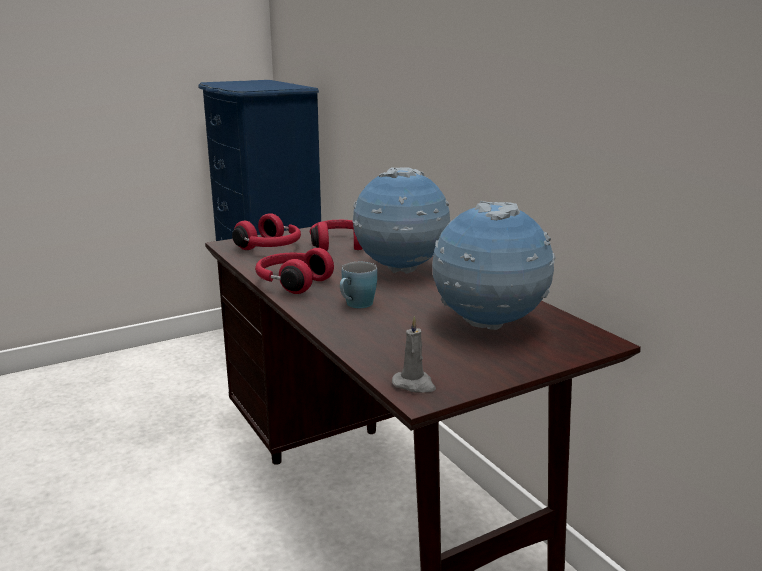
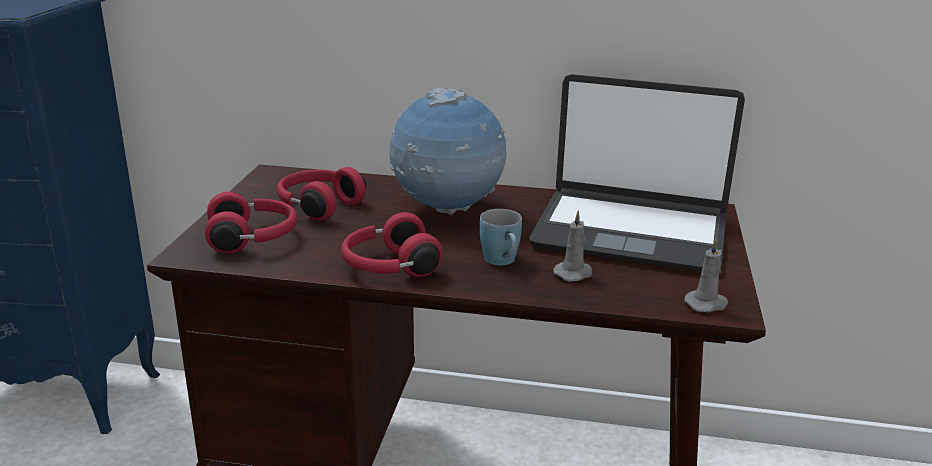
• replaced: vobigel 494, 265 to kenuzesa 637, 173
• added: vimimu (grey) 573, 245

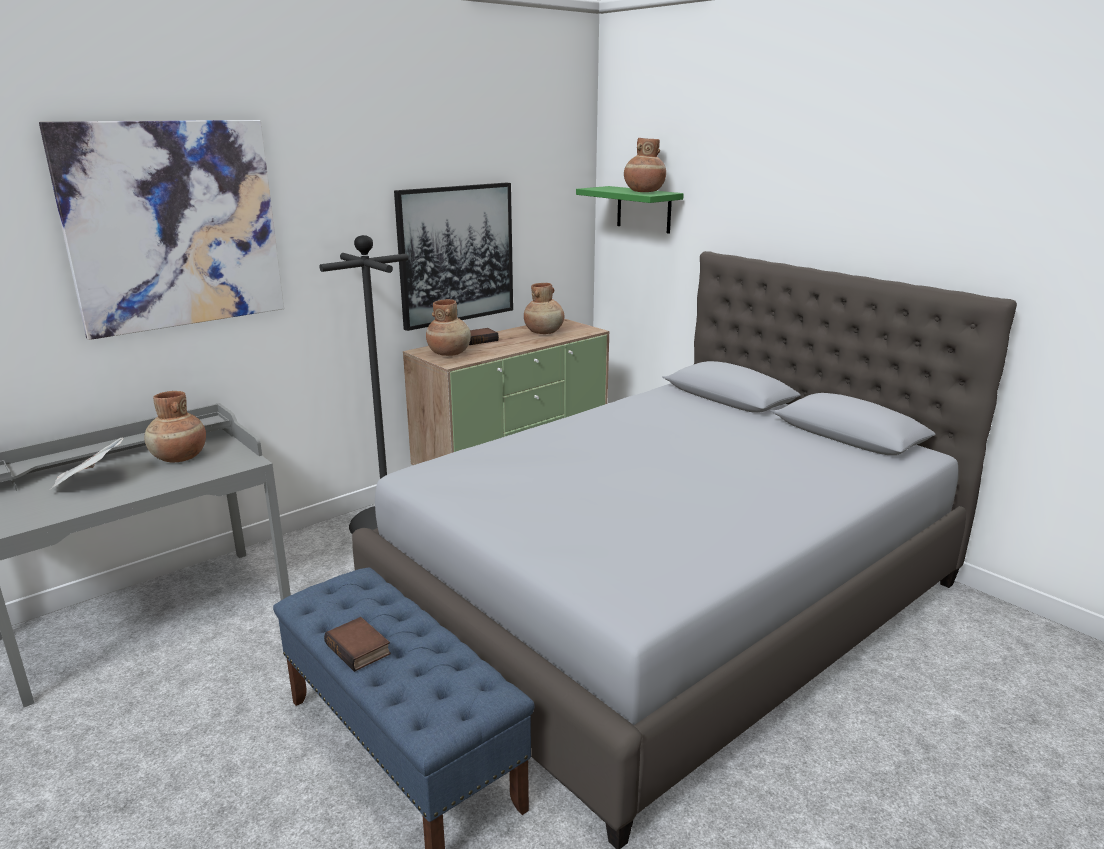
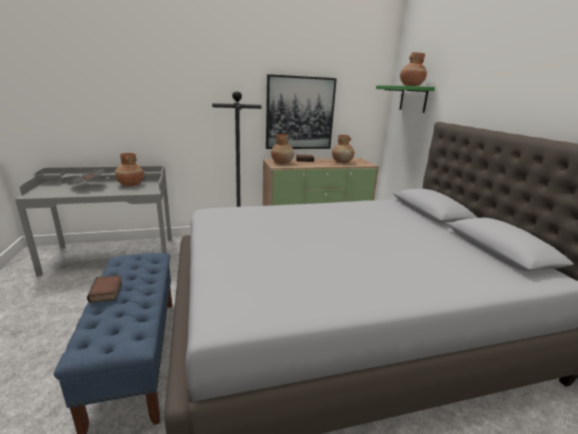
• removed: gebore 161, 230

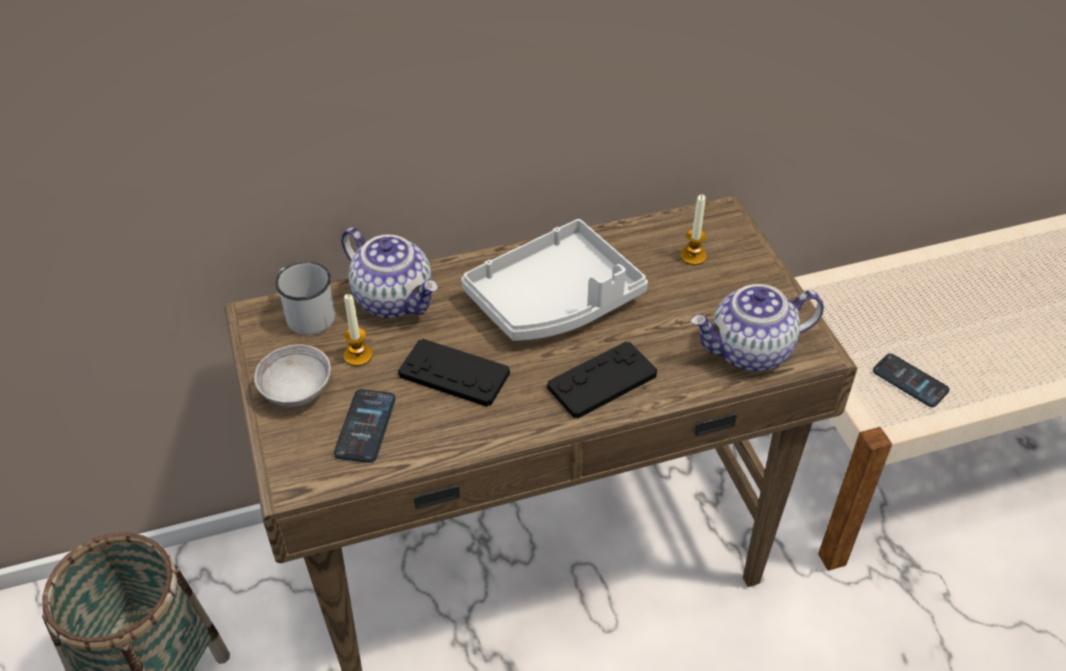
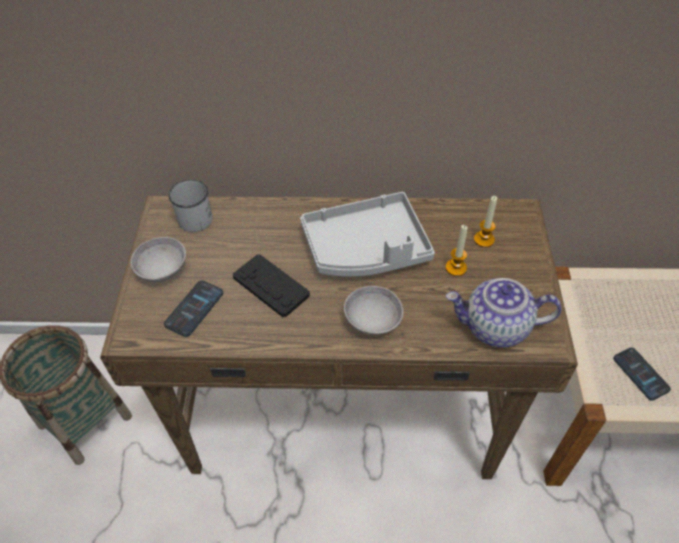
• replaced: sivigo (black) 602, 380 to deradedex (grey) 374, 310
• moved: vimimu 358, 330 to 456, 250
• removed: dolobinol 389, 272

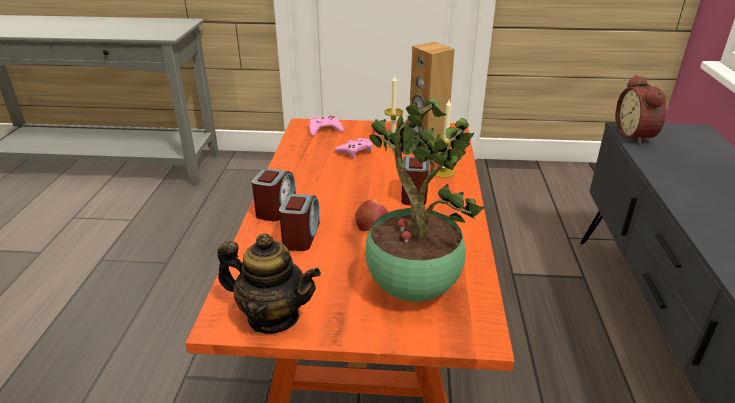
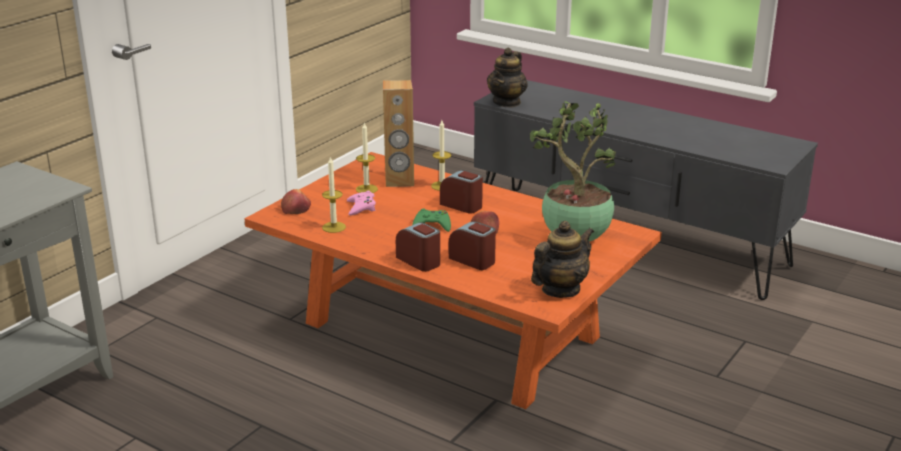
• replaced: sivigo (pink) 326, 125 to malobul 296, 201
• added: vimimu 334, 195
• added: sivigo (green) 431, 220
• replaced: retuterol 641, 110 to dolobinol 507, 77

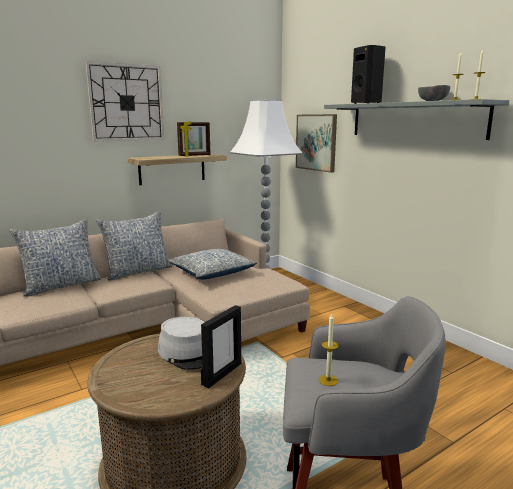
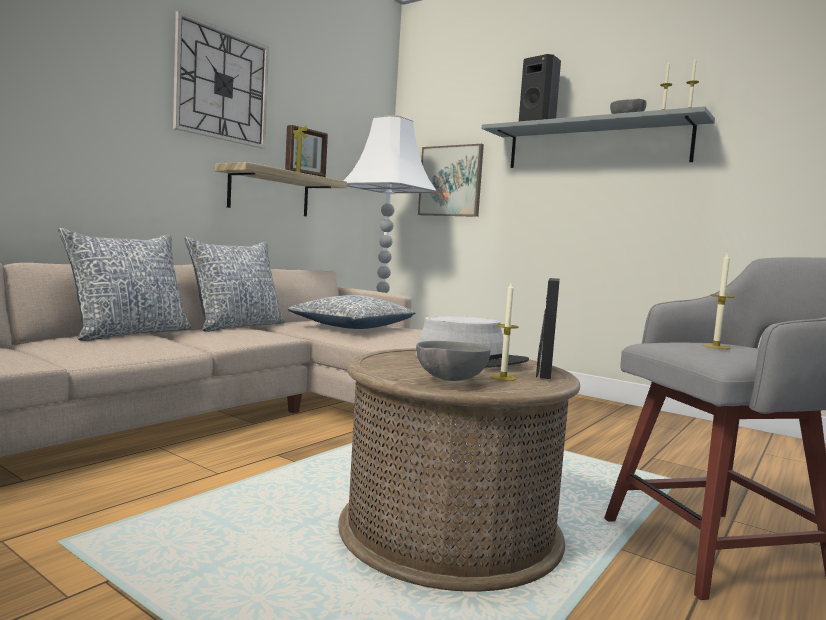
• added: deradedex (grey) 453, 361
• added: vimimu 505, 331

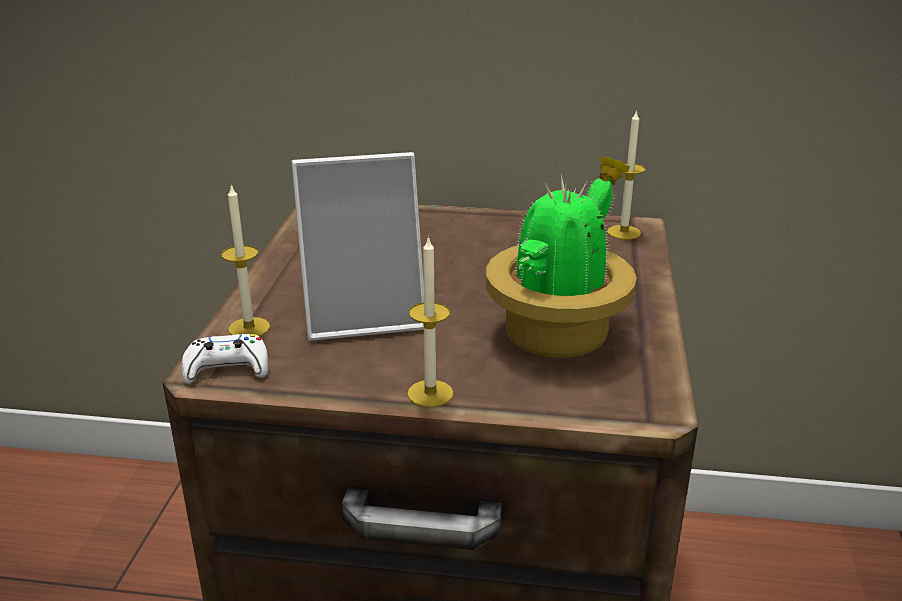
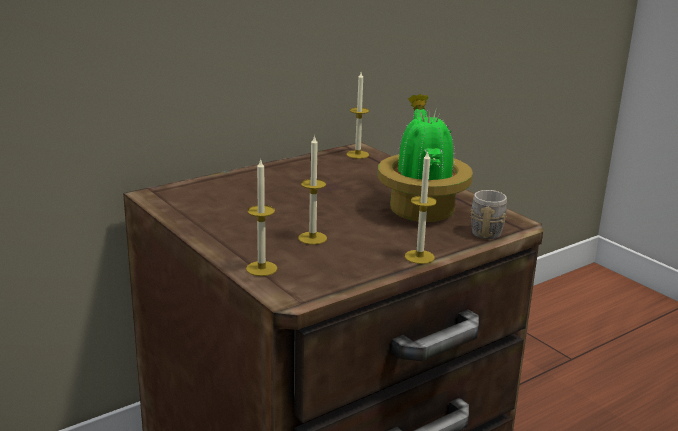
• replaced: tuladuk 357, 246 to vimimu 312, 190
• added: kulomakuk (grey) 488, 214
• removed: sivigo (white) 225, 359

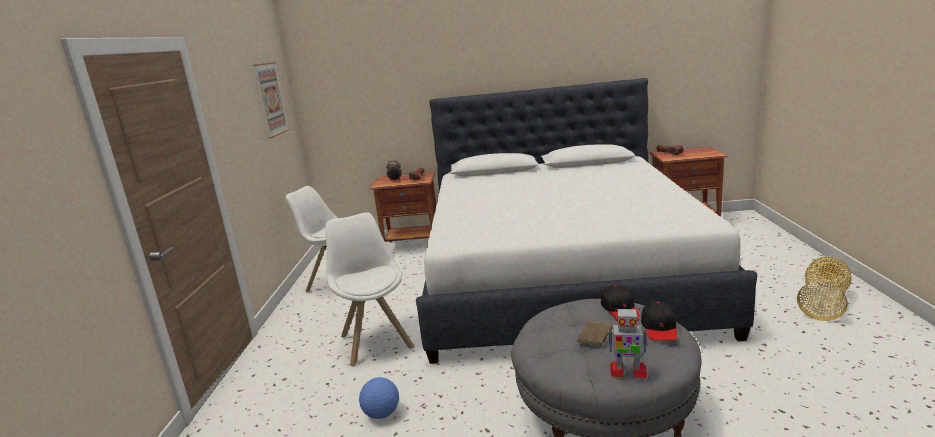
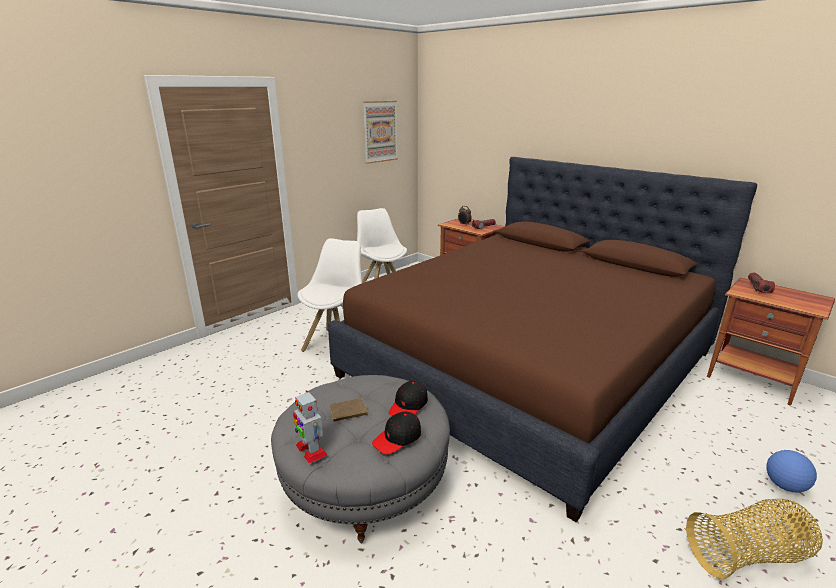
• recoloured: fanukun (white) 586, 221 to fanukun (brown) 542, 339
• moved: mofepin 379, 398 to 791, 471

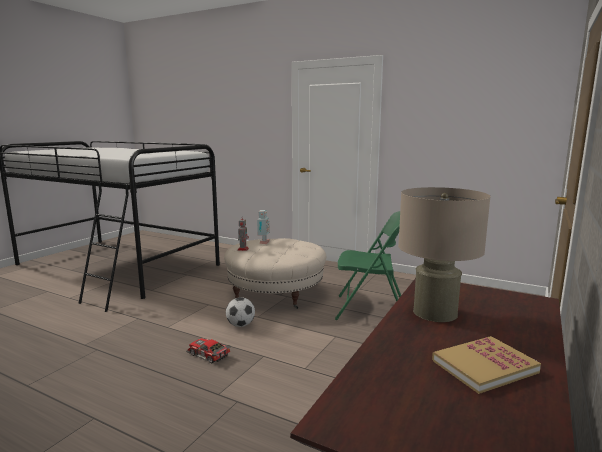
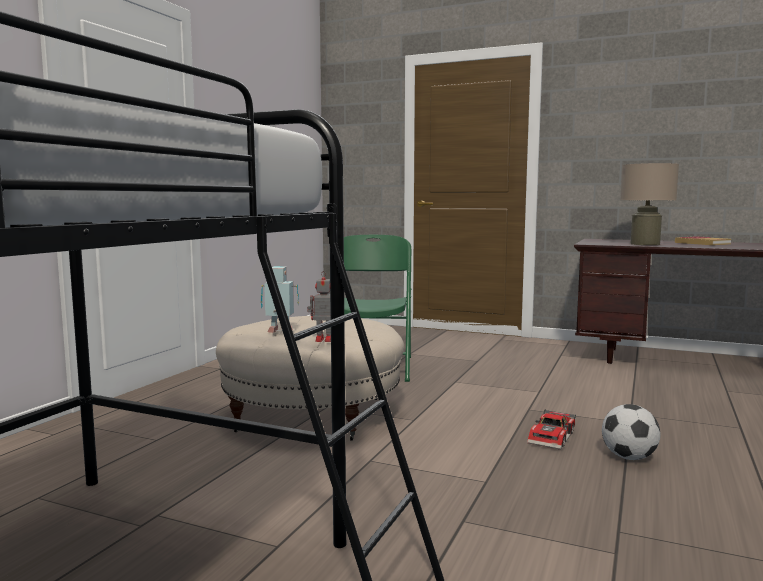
• moved: mofepin 240, 312 to 631, 432

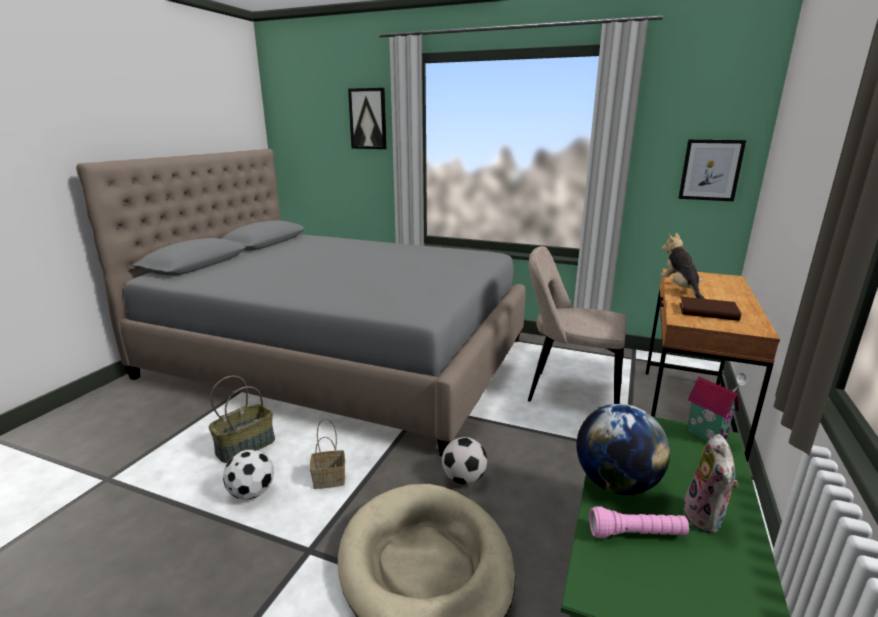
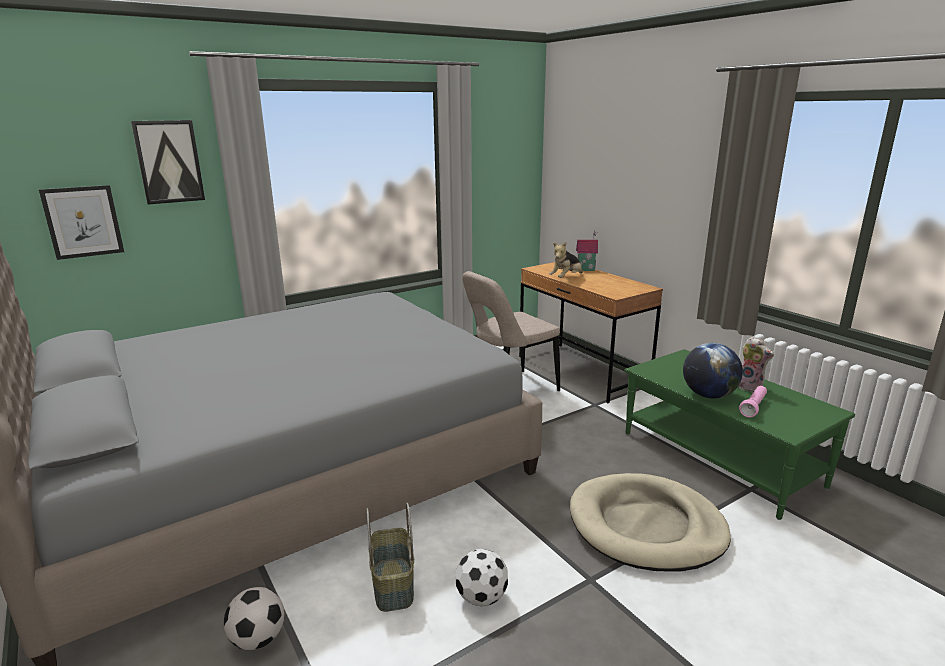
• moved: gebore 712, 170 to 81, 222
• moved: mofepin 464, 460 to 254, 618
• turned: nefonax 683, 266 = 566, 260 75 degrees counterclockwise
• moved: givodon 717, 407 to 587, 250
• removed: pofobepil 327, 454
• removed: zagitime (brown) 710, 309

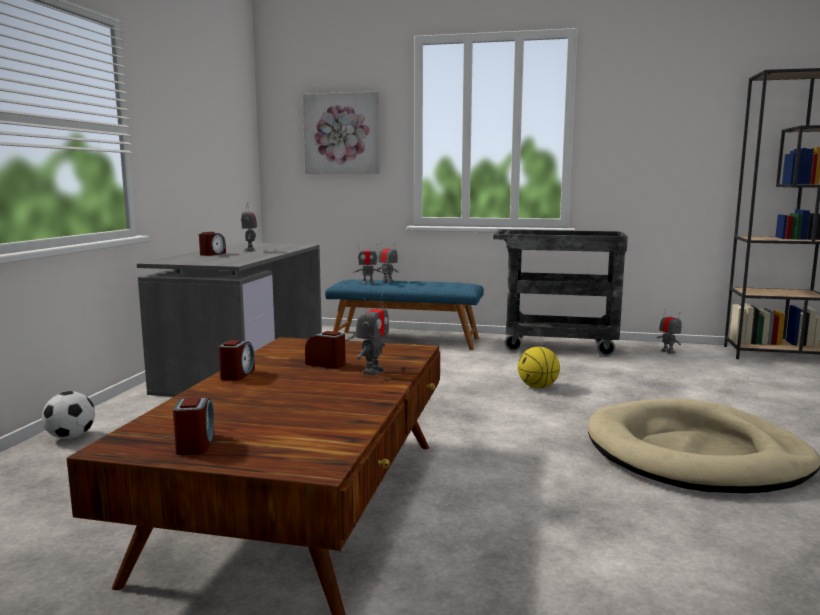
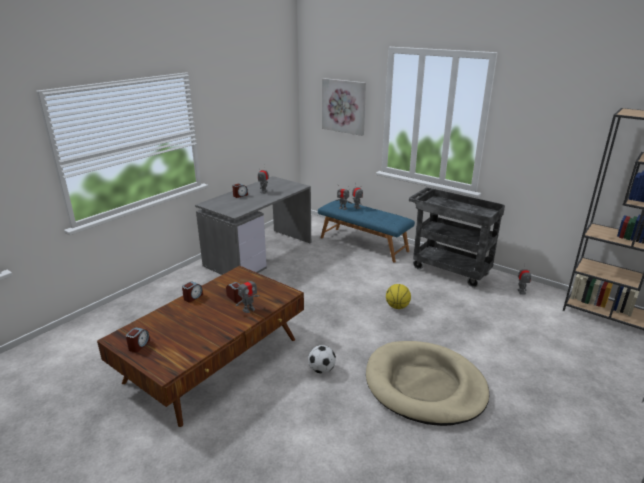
• moved: mofepin 68, 415 to 322, 359

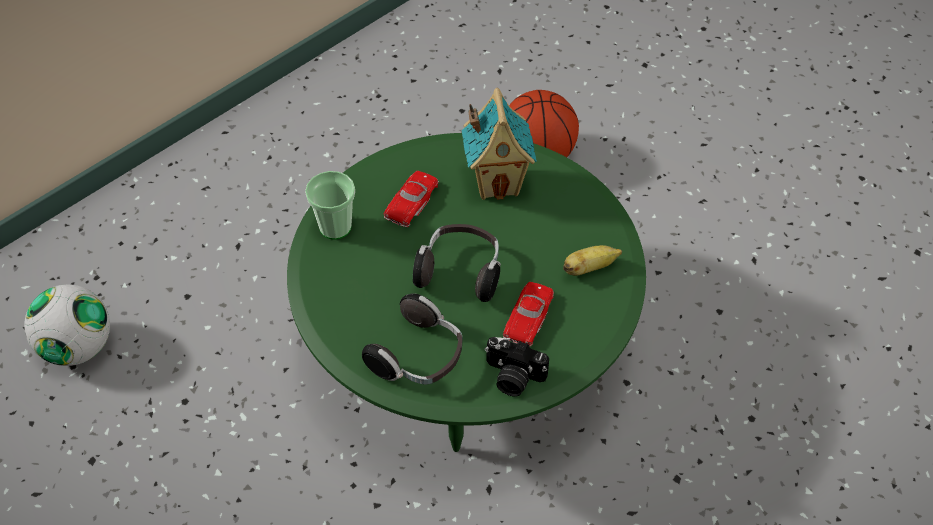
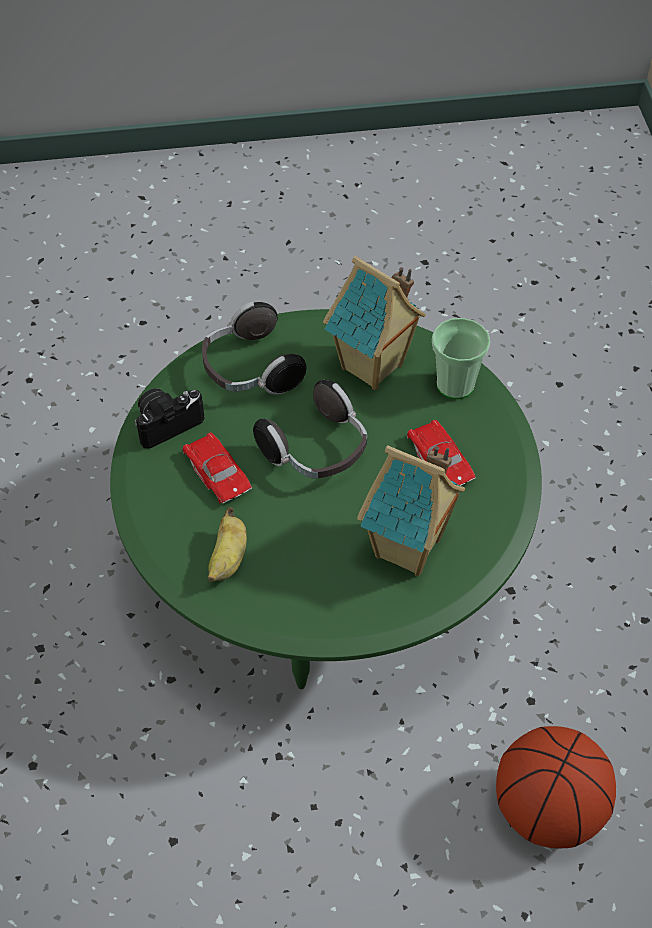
• added: givodon 374, 323
• removed: mofepin 67, 325

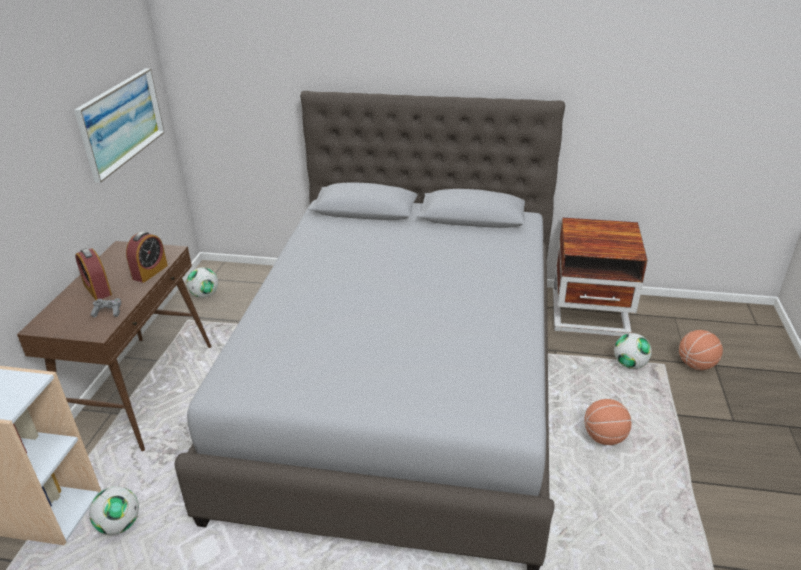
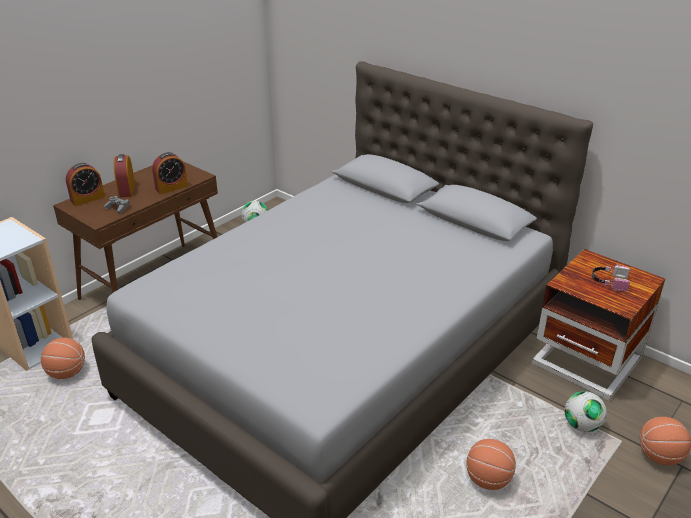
• replaced: mofepin 114, 510 to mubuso 63, 358
• added: retuterol 85, 184
• added: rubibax 611, 277
• removed: gebore 119, 125

